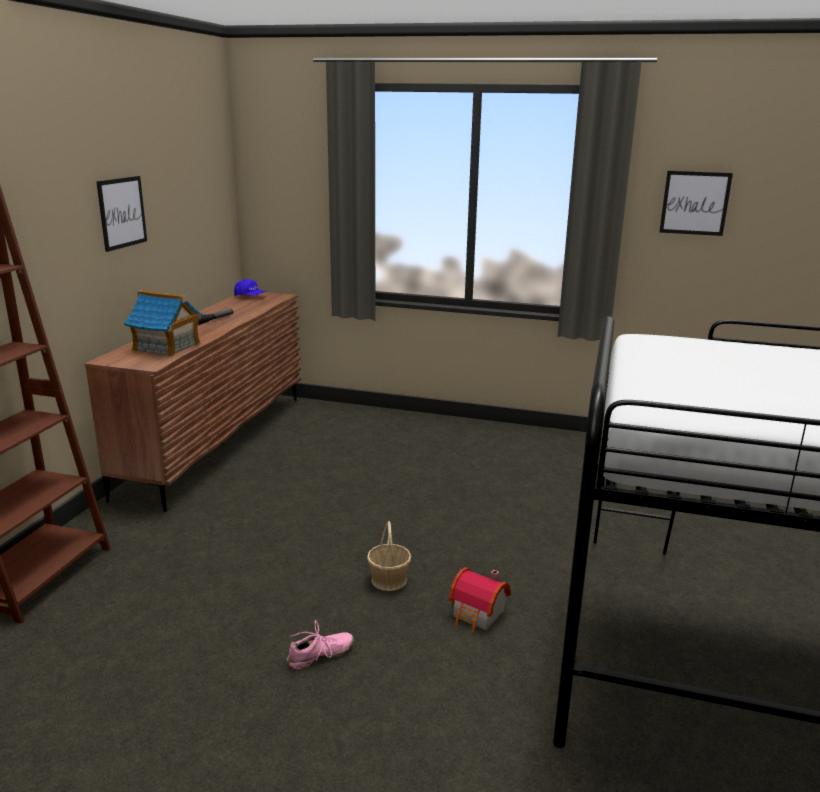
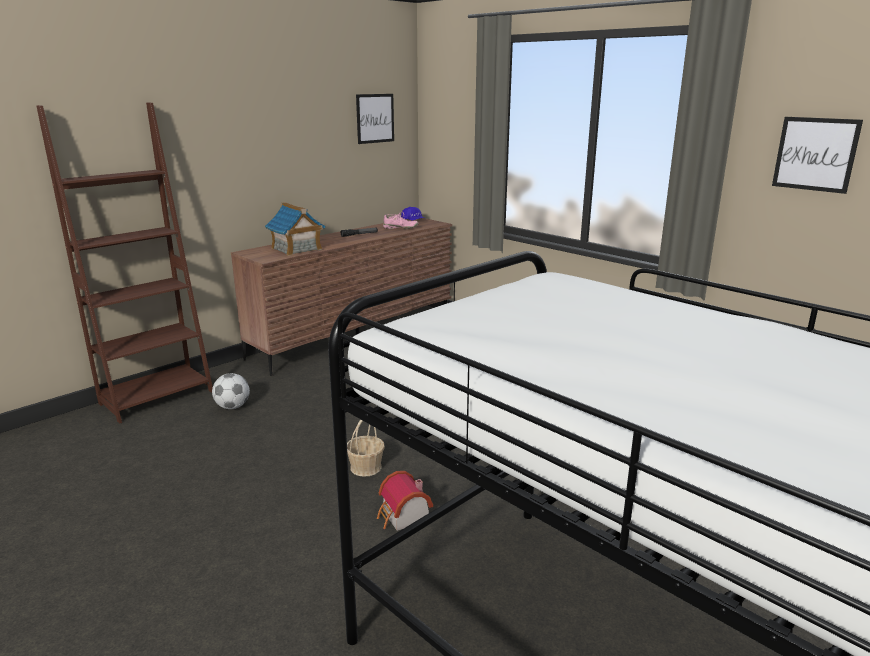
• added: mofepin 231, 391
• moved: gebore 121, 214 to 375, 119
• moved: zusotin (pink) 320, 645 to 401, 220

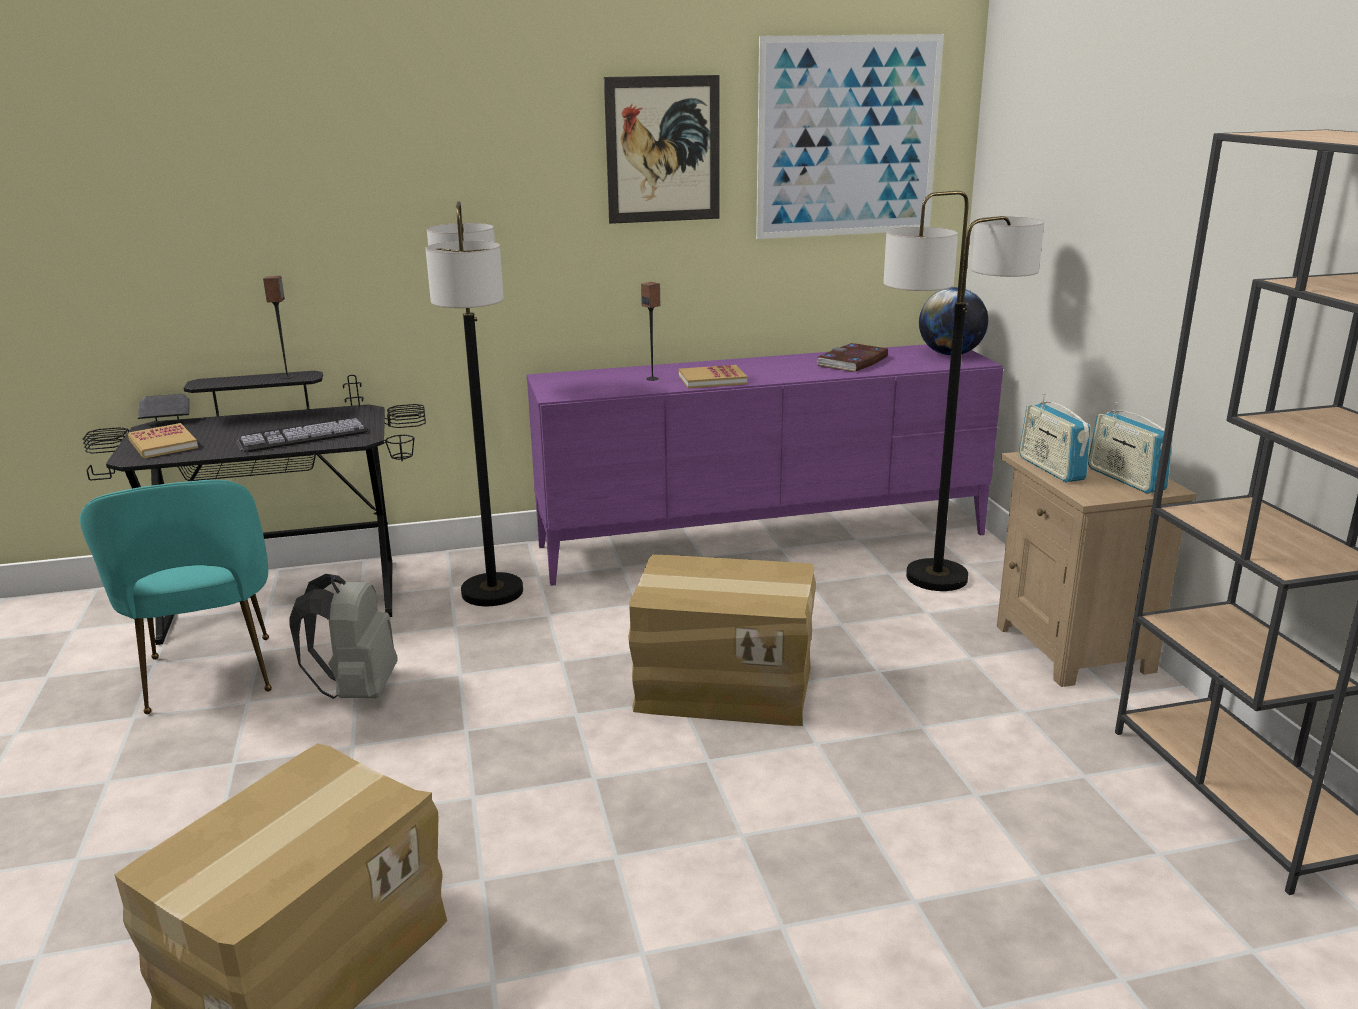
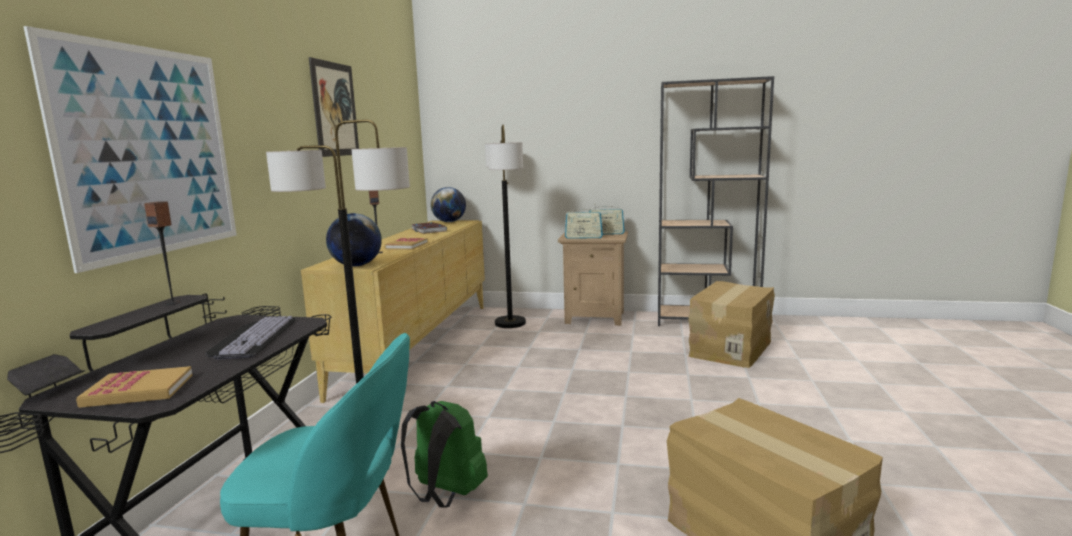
• moved: gebore 850, 136 to 130, 149
• recoloured: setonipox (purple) 764, 465 to setonipox (beige) 393, 311
• added: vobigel 354, 240
• recoloured: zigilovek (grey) 343, 636 to zigilovek (green) 444, 454
• moved: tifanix 722, 640 to 732, 324

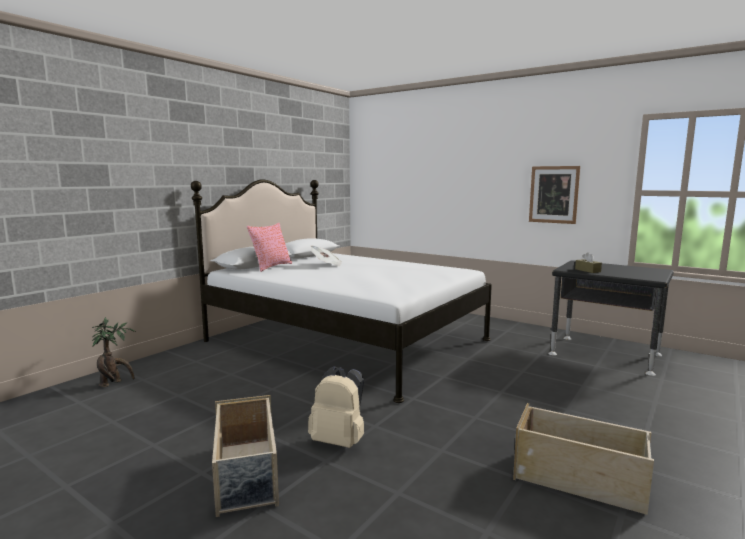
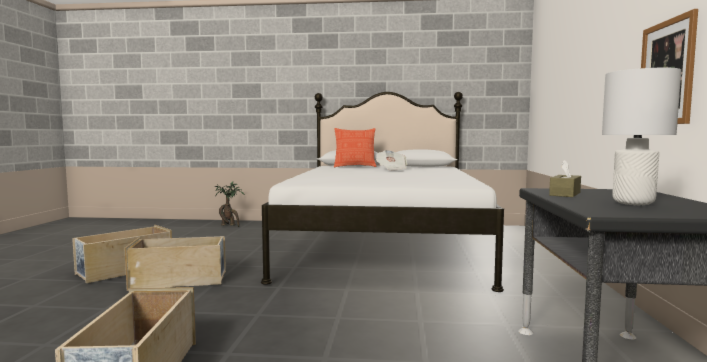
• replaced: zigilovek (beige) 336, 407 to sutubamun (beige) 175, 263
• recoloured: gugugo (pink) 269, 247 to gugugo (orange) 355, 147
• added: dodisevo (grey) 641, 136

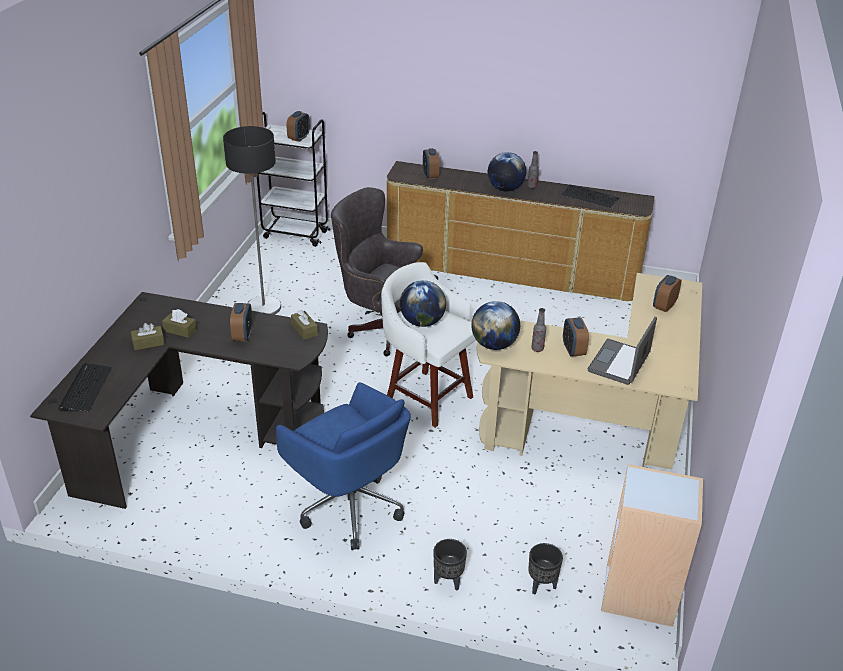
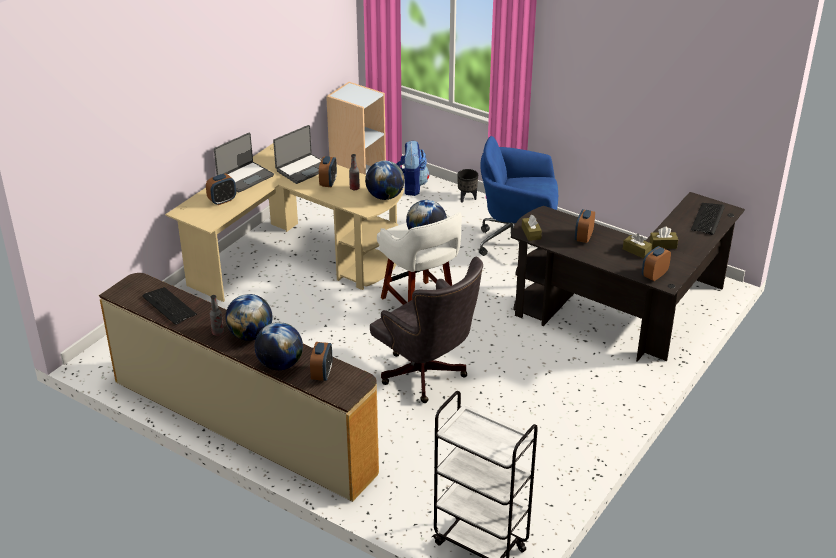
• added: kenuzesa 244, 163
• added: vobigel 279, 346
• replaced: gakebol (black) 545, 569 to zigilovek 413, 168
• turned: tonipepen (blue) 343, 466 = 518, 196 60 degrees counterclockwise
• moved: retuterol 298, 126 to 656, 263
• removed: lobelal 252, 220

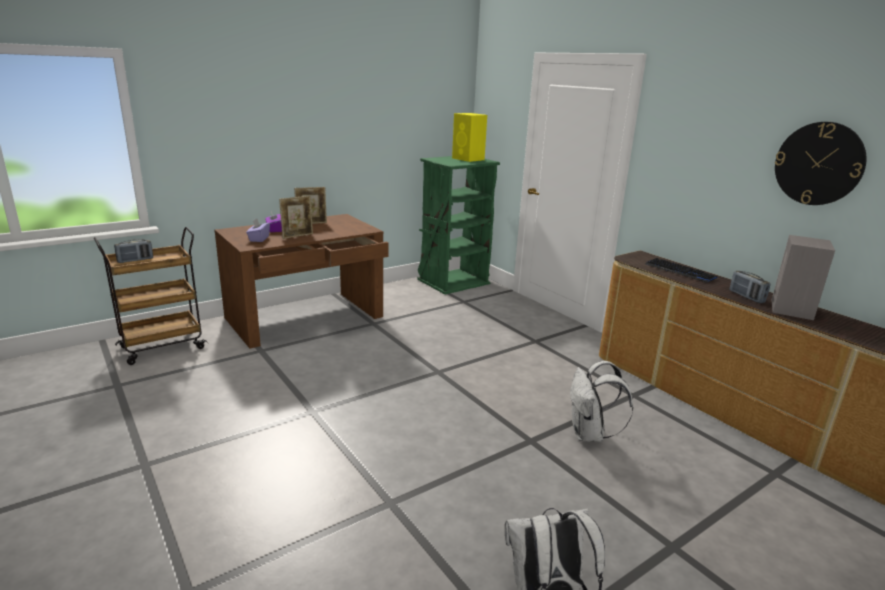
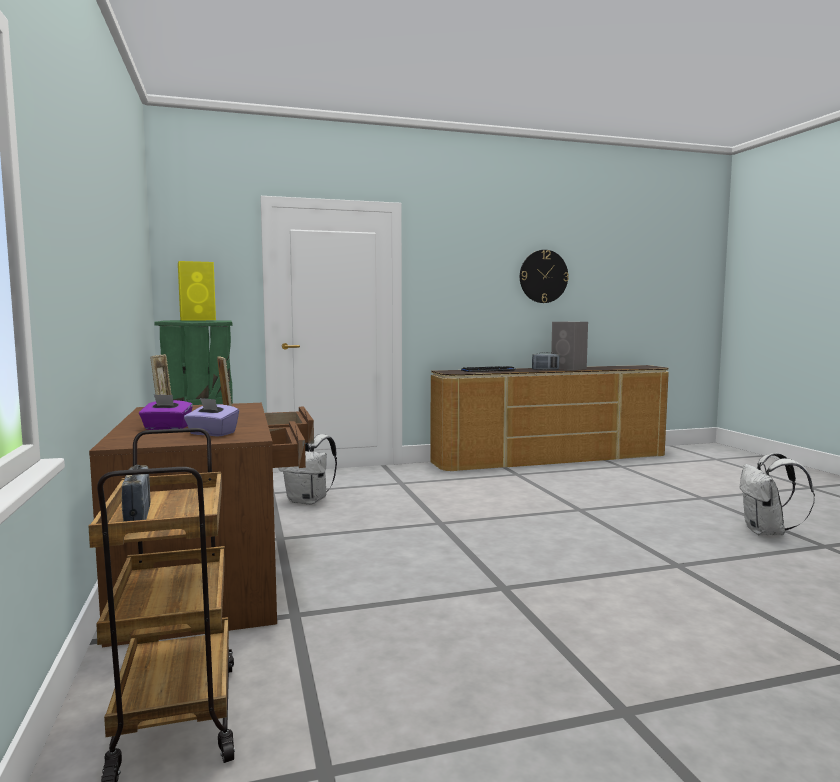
• moved: zigilovek (white) 601, 401 to 307, 469

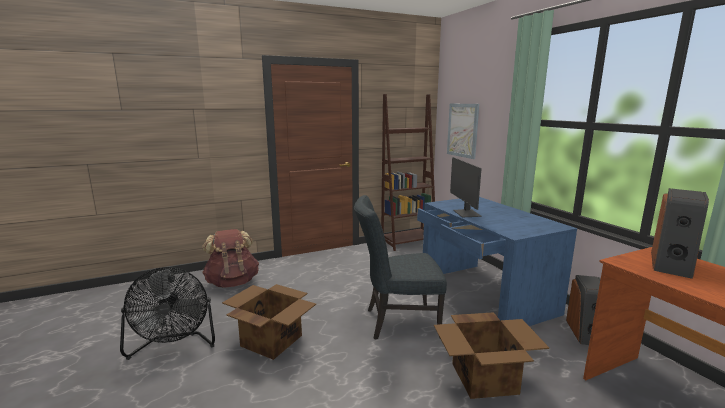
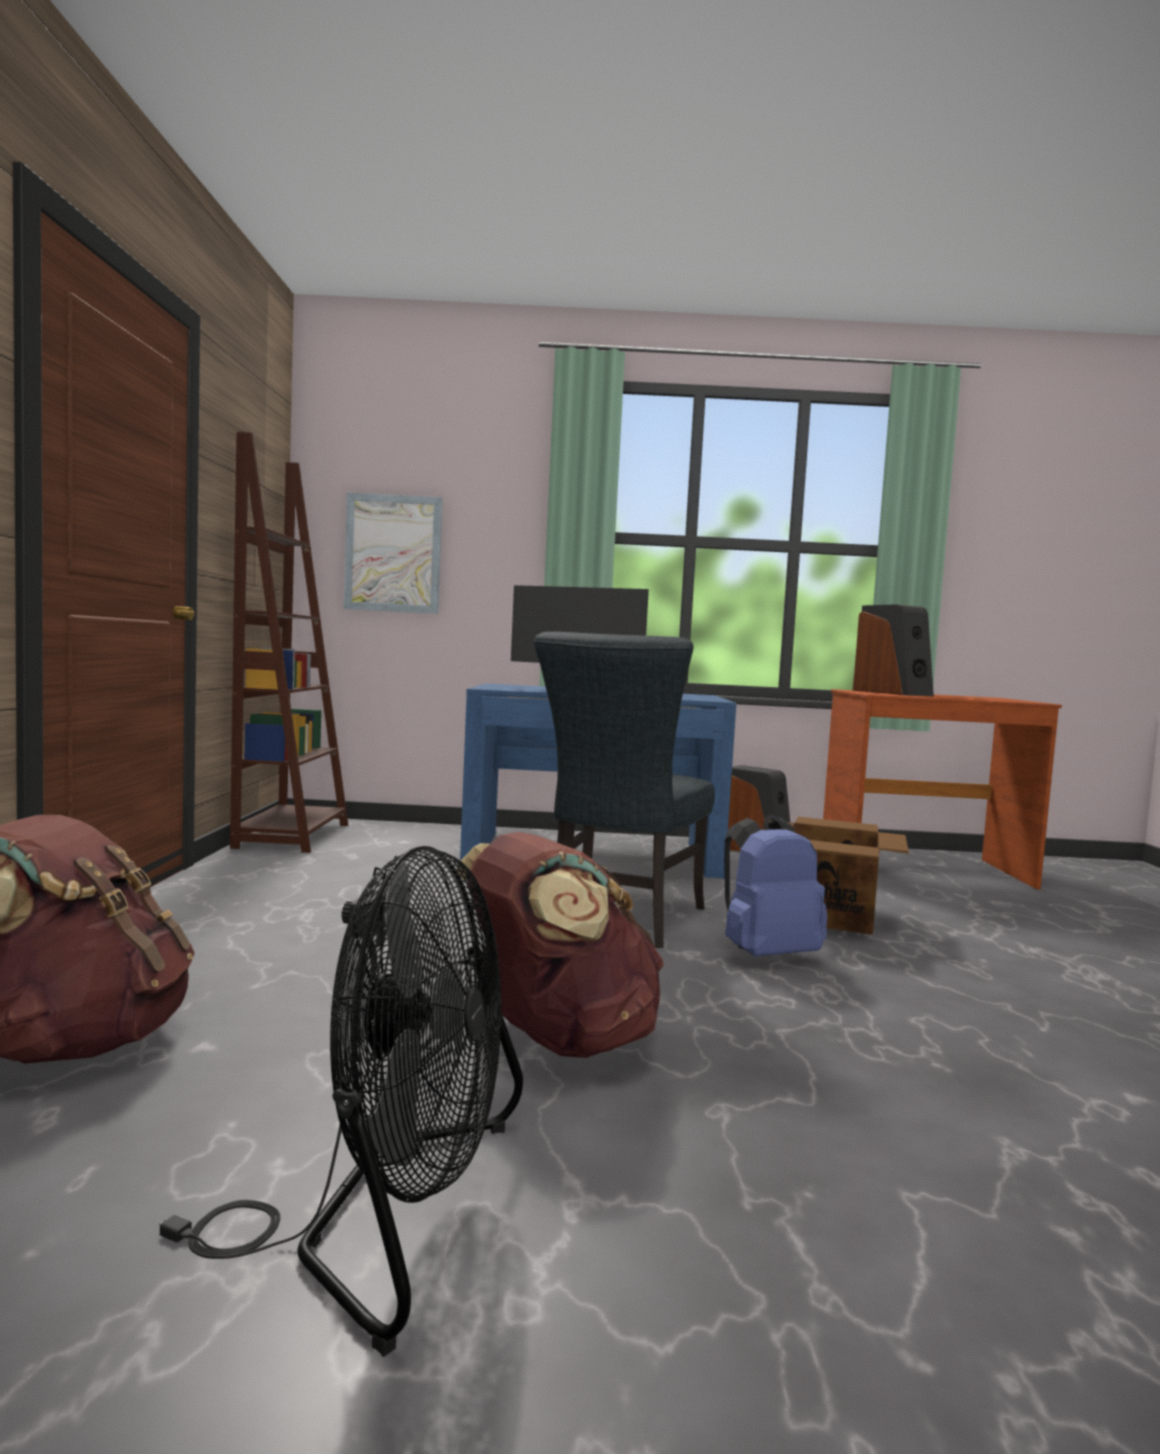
• replaced: tifanix 269, 322 to zigilovek (brown) 560, 945
• added: zigilovek (blue) 775, 885

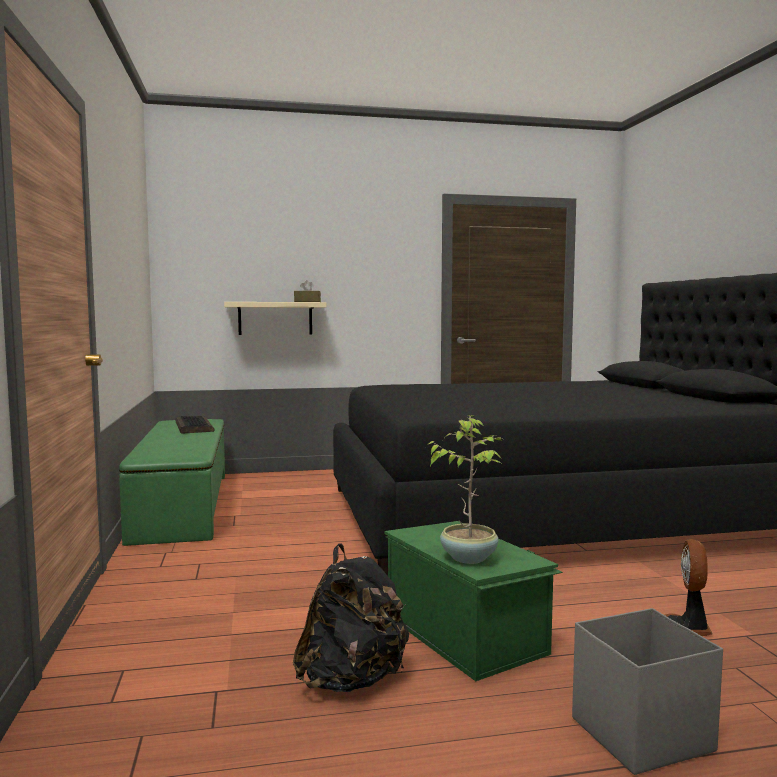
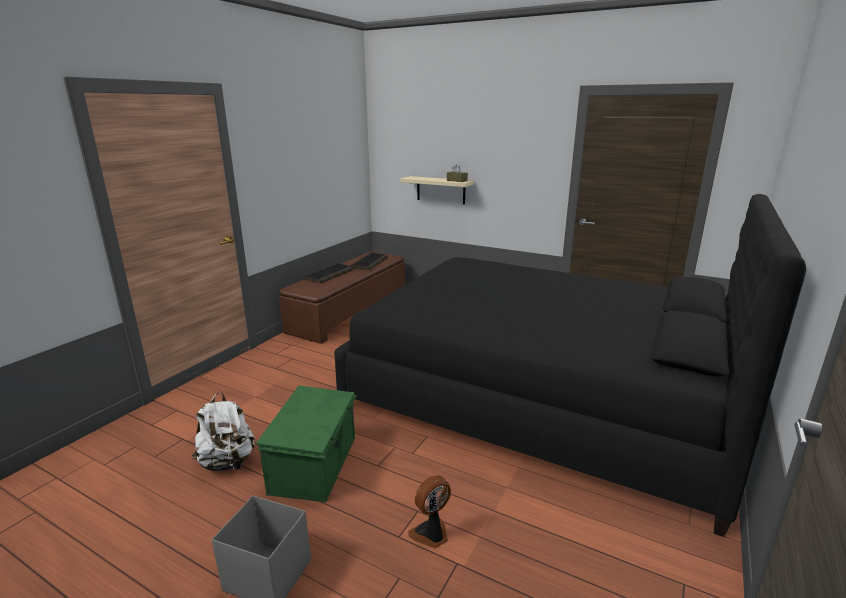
• recoloured: zigilovek (black) 351, 618 to zigilovek (white) 223, 431
• recoloured: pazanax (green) 172, 482 to pazanax (brown) 342, 298
• added: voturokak 328, 273
• removed: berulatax 466, 489

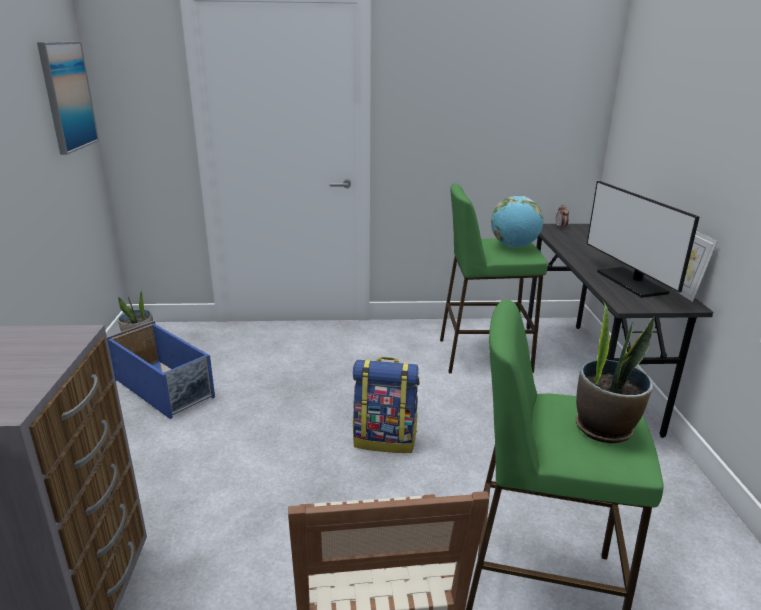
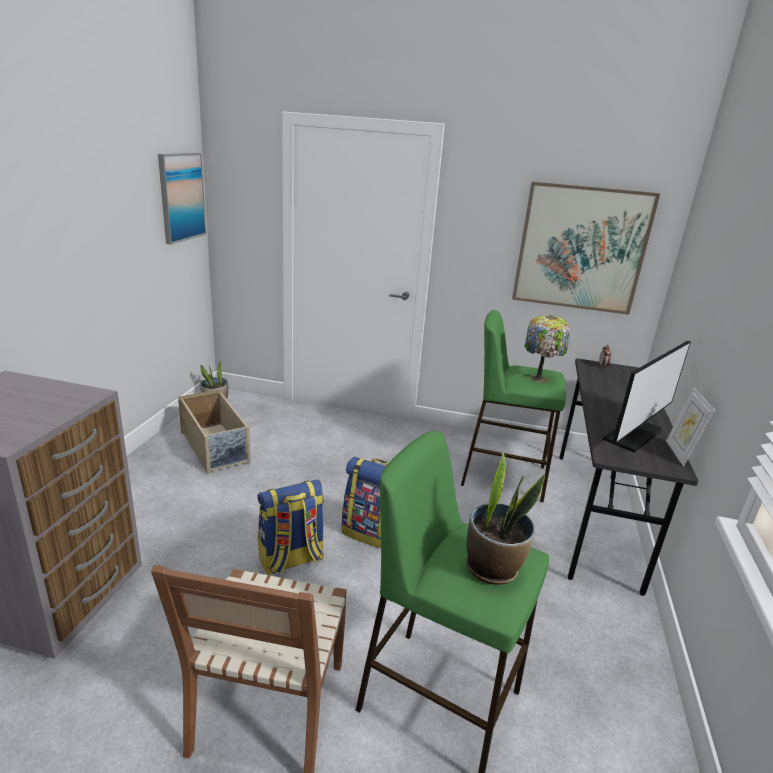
• recoloured: sutubamun (blue) 161, 370 to sutubamun (beige) 214, 431
• added: zigilovek 290, 527
• added: gebore 586, 248
• replaced: vobigel 517, 222 to dodisevo 548, 349
• turned: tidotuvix 643, 239 = 647, 397 135 degrees counterclockwise

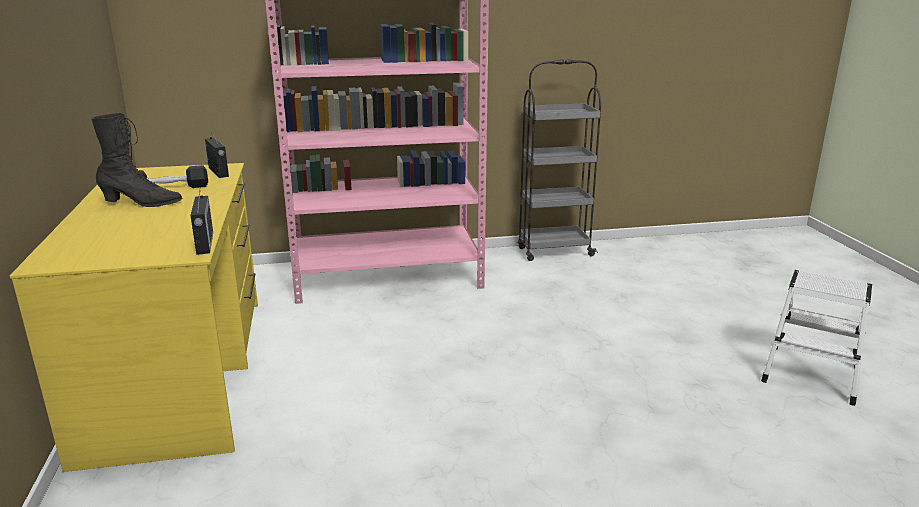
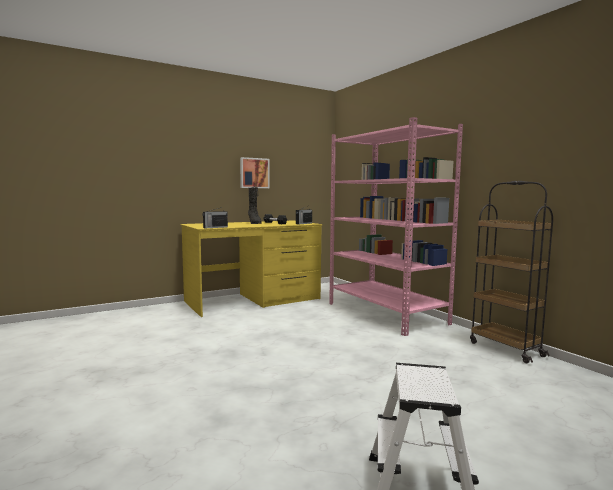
• added: gebore 255, 172
• recoloured: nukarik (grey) 559, 160 to nukarik (brown) 511, 272

